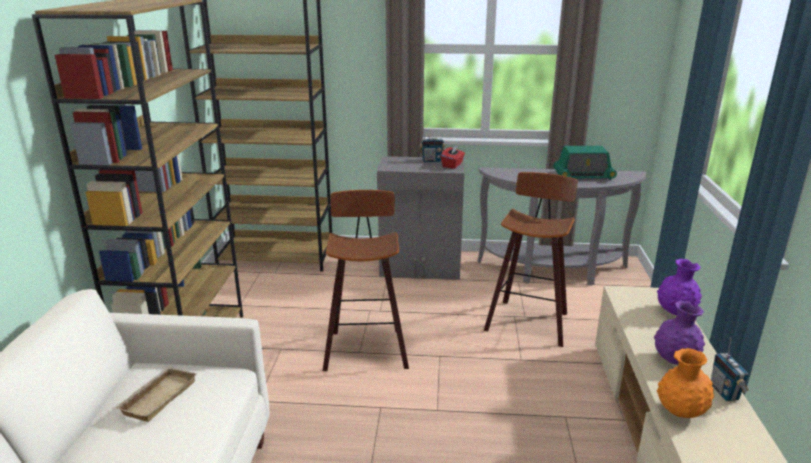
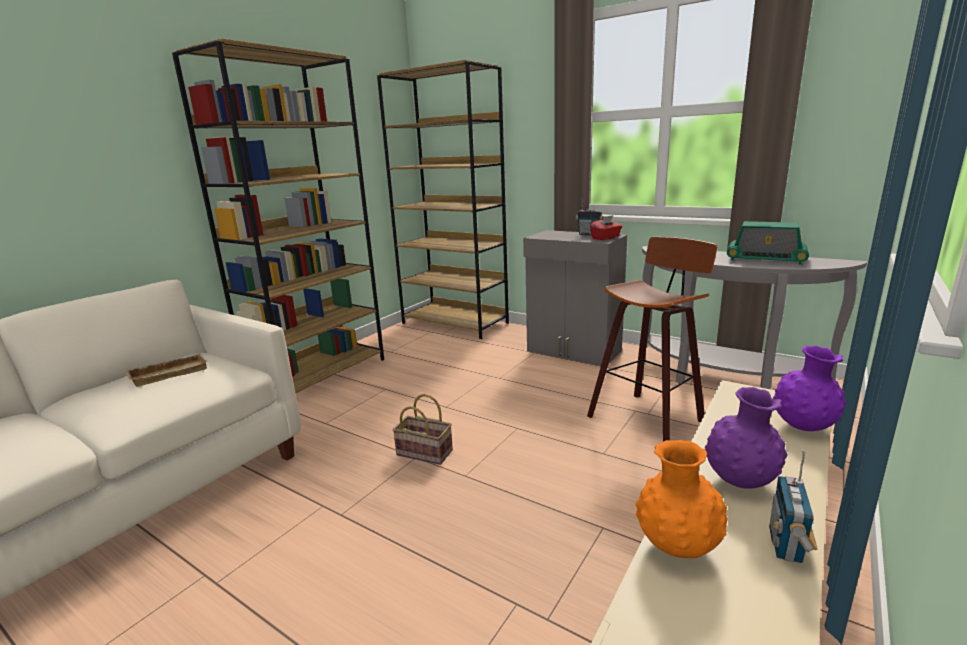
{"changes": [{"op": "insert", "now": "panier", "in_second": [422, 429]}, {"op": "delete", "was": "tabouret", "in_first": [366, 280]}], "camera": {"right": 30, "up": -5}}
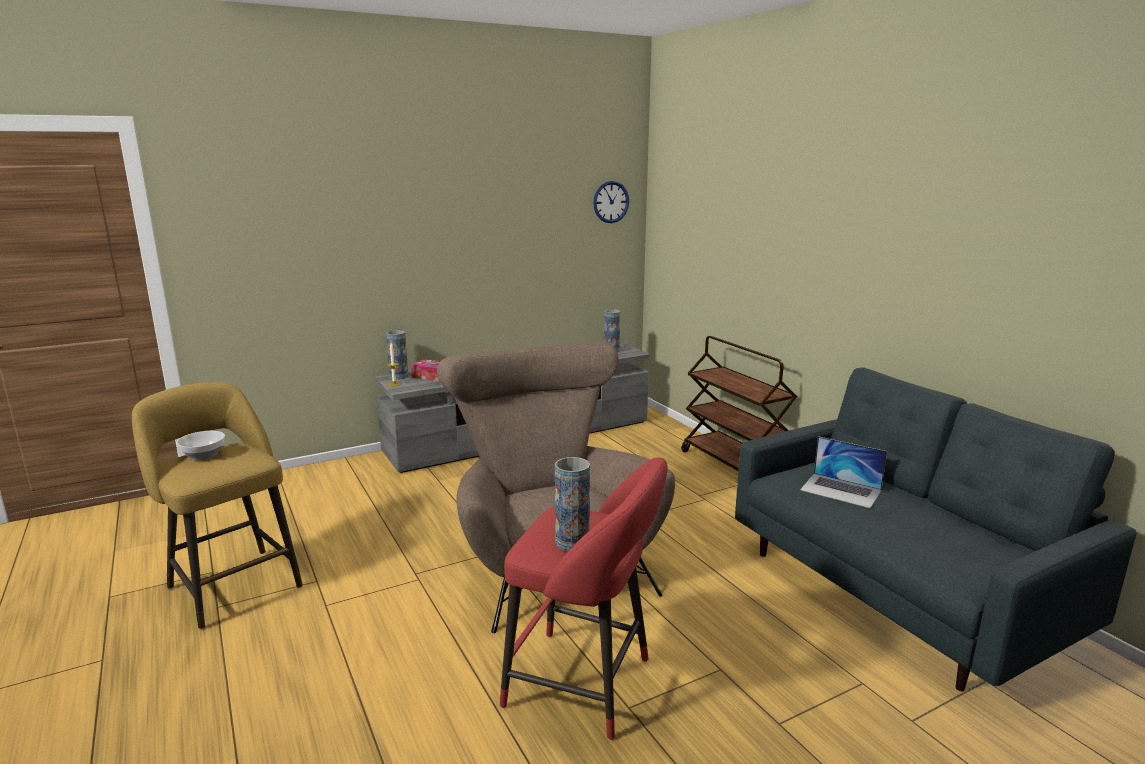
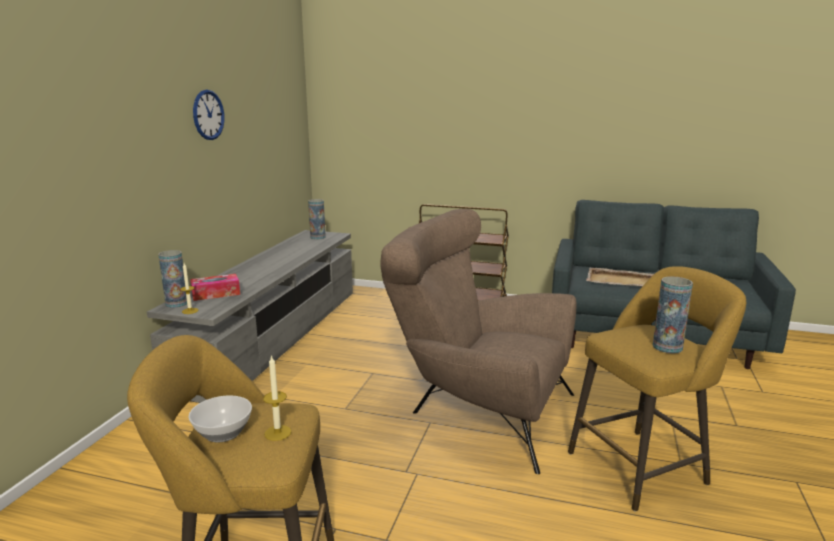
{"changes": [{"op": "move", "was": "horloge murale", "in_first": [611, 202], "in_second": [208, 115]}, {"op": "insert", "now": "bougie", "in_second": [277, 398]}, {"op": "recolor", "was": "tabouret (rouge)", "now": "tabouret (jaune)", "in_first": [584, 598], "in_second": [657, 389]}, {"op": "replace", "was": "ordinateur portable", "now": "plateau (beige)", "in_first": [843, 472], "in_second": [620, 277]}], "camera": {"right": -45, "up": 0}}
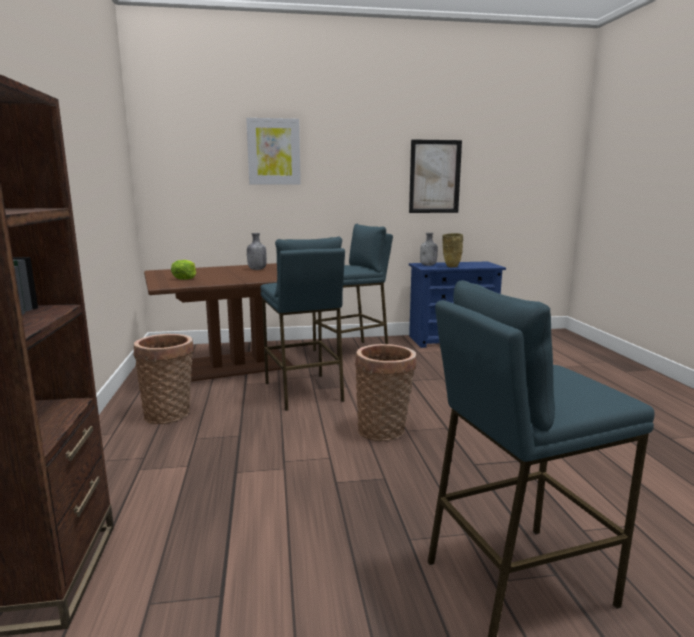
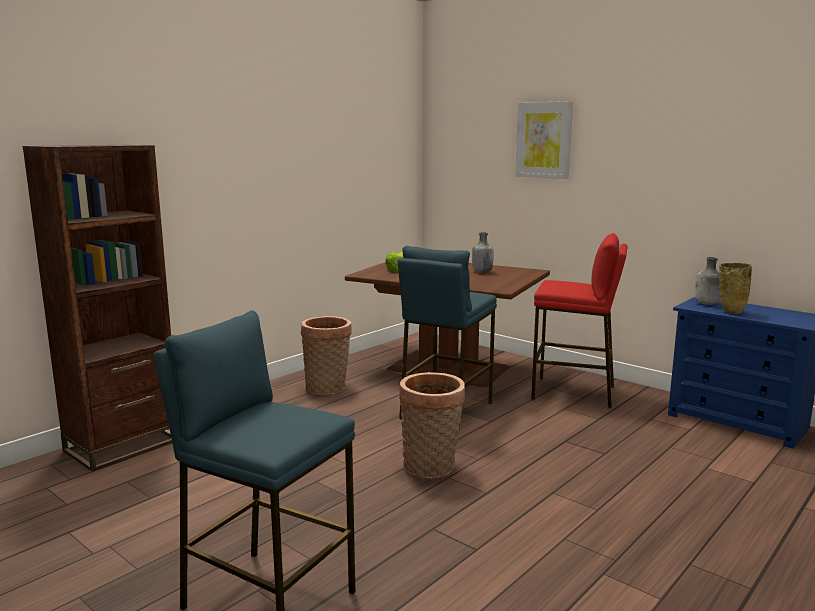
{"changes": [{"op": "recolor", "was": "tabouret (bleu)", "now": "tabouret (rouge)", "in_first": [353, 294], "in_second": [579, 320]}, {"op": "delete", "was": "tableau", "in_first": [435, 176]}], "camera": {"right": 50, "up": 0}}
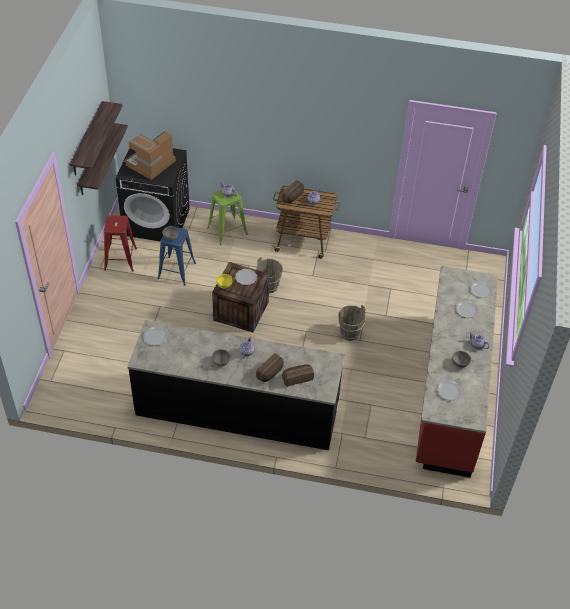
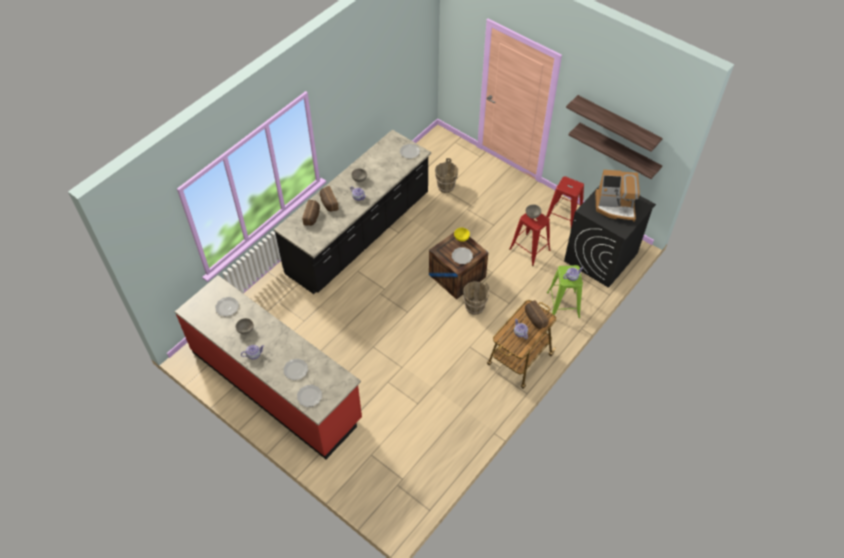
{"changes": [{"op": "move", "was": "seau (marron)", "in_first": [352, 323], "in_second": [446, 175]}, {"op": "recolor", "was": "tabouret (bleu)", "now": "tabouret (rouge)", "in_first": [176, 256], "in_second": [530, 239]}, {"op": "rotate", "was": "machine à café", "in_first": [150, 155], "in_second": [617, 196], "clockwise": 120}], "camera": {"right": 120, "up": 5}}
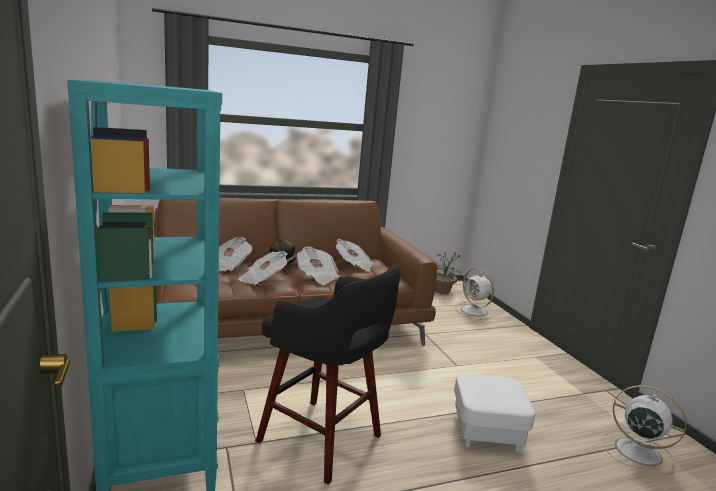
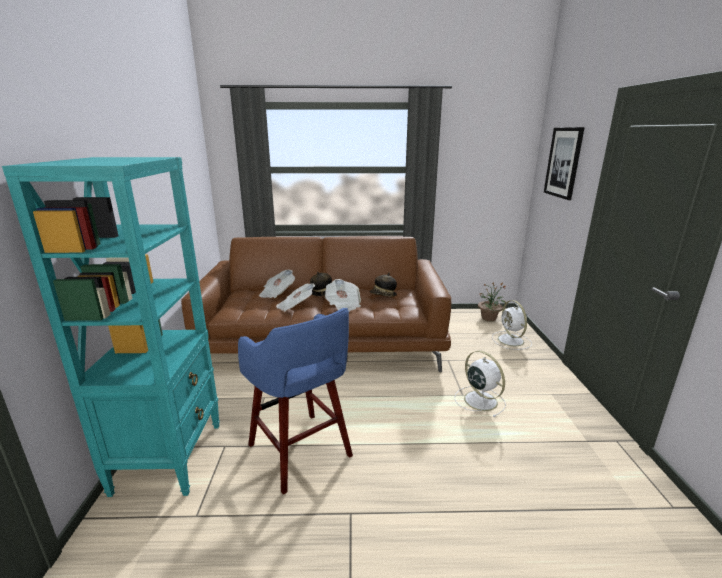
{"changes": [{"op": "recolor", "was": "tabouret (noir)", "now": "tabouret (bleu)", "in_first": [328, 374], "in_second": [295, 401]}, {"op": "replace", "was": "journal", "now": "chapeau", "in_first": [354, 255], "in_second": [383, 285]}, {"op": "move", "was": "ventilateur (blanc)", "in_first": [645, 429], "in_second": [480, 384]}, {"op": "insert", "now": "tableau", "in_second": [564, 163]}, {"op": "delete", "was": "pouf (blanc)", "in_first": [495, 412]}], "camera": {"right": 20, "up": 5}}
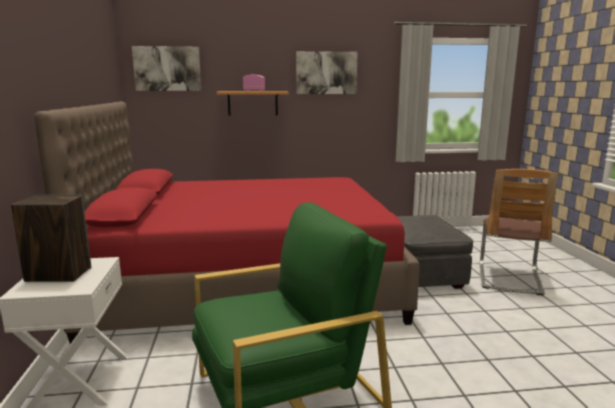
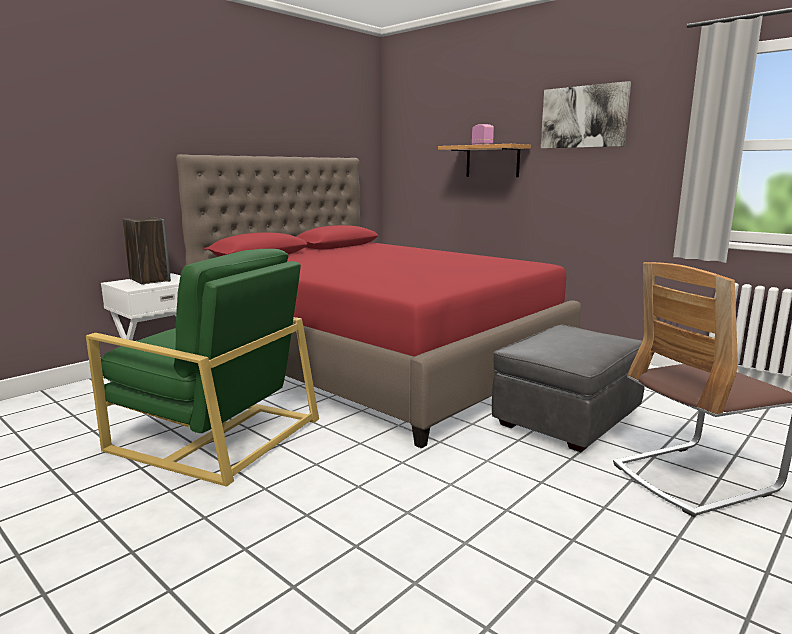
{"changes": [{"op": "delete", "was": "tableau", "in_first": [166, 68]}], "camera": {"right": 50, "up": 0}}
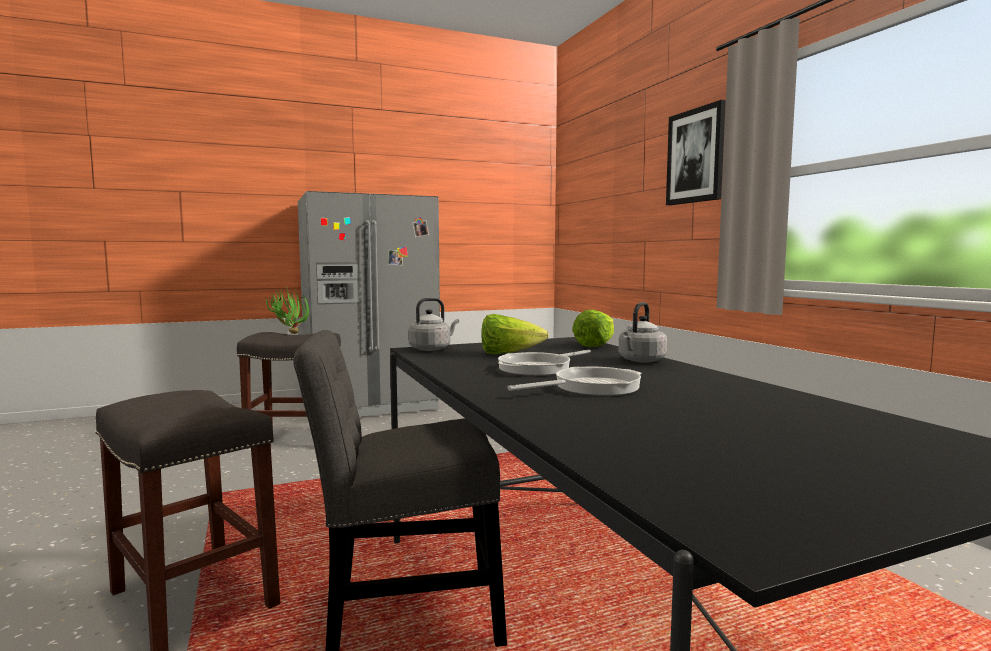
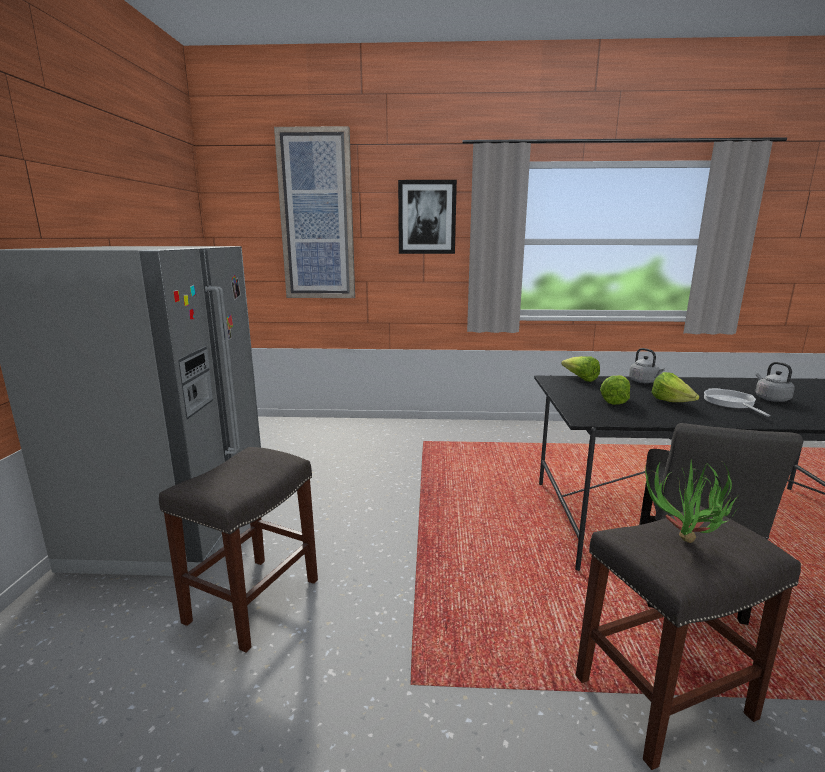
{"changes": [{"op": "insert", "now": "tableau", "in_second": [314, 212]}, {"op": "move", "was": "plante en pot", "in_first": [287, 310], "in_second": [692, 501]}, {"op": "replace", "was": "poêle", "now": "laitue", "in_first": [544, 363], "in_second": [676, 387]}, {"op": "move", "was": "bouilloire (gris)", "in_first": [433, 324], "in_second": [775, 382]}], "camera": {"right": -65, "up": 10}}
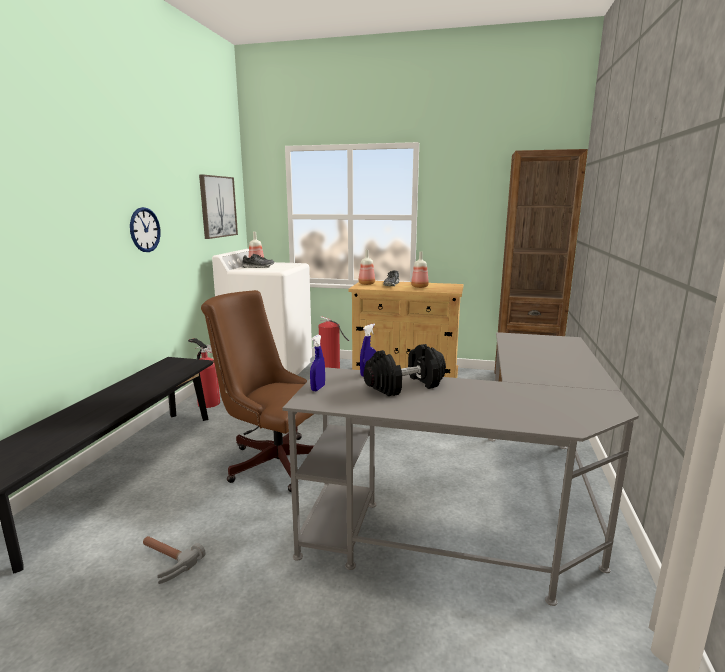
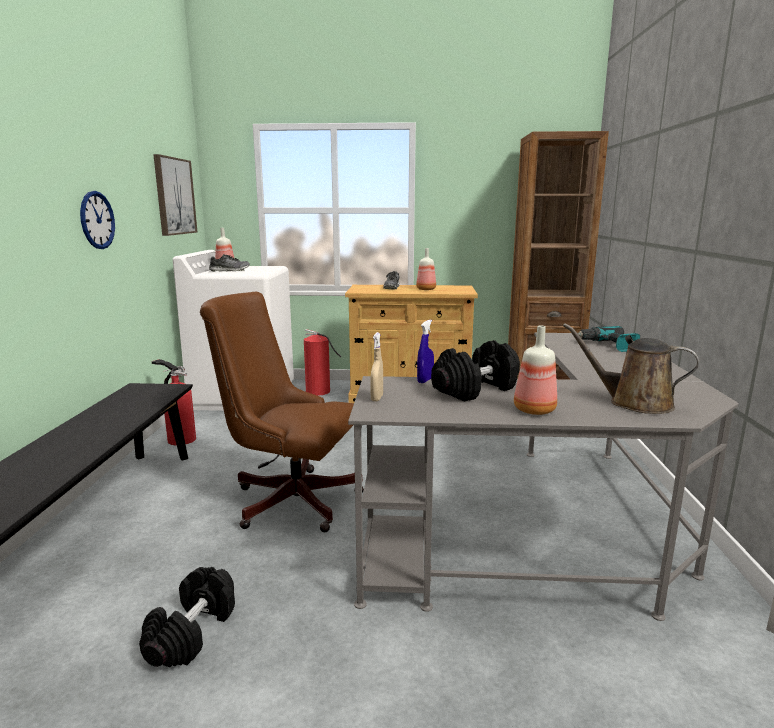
{"changes": [{"op": "replace", "was": "marteau", "now": "haltère (noir)", "in_first": [174, 560], "in_second": [187, 617]}, {"op": "recolor", "was": "vaporisateur (bleu)", "now": "vaporisateur (beige)", "in_first": [317, 363], "in_second": [376, 366]}, {"op": "move", "was": "bouteille", "in_first": [367, 267], "in_second": [535, 370]}, {"op": "insert", "now": "arrosoir (marron)", "in_second": [631, 368]}, {"op": "insert", "now": "perceuse", "in_second": [609, 339]}], "camera": {"right": -10, "up": 0}}
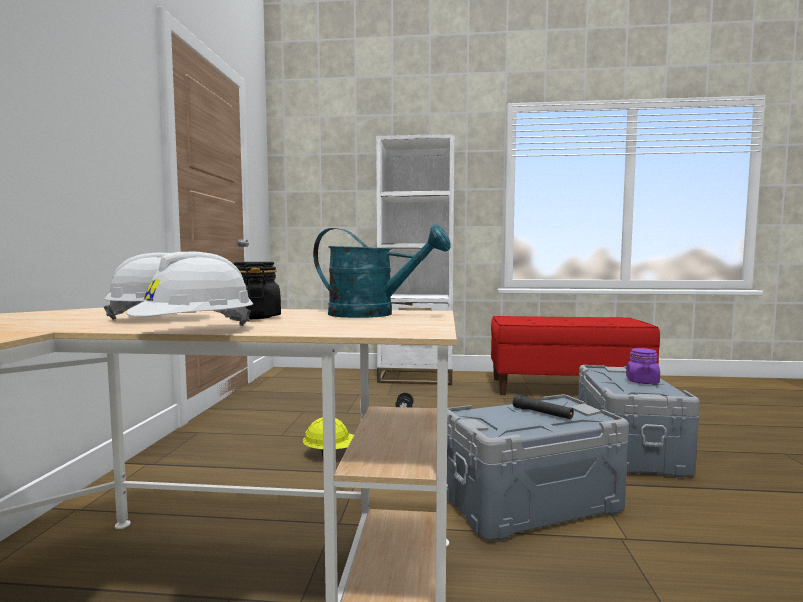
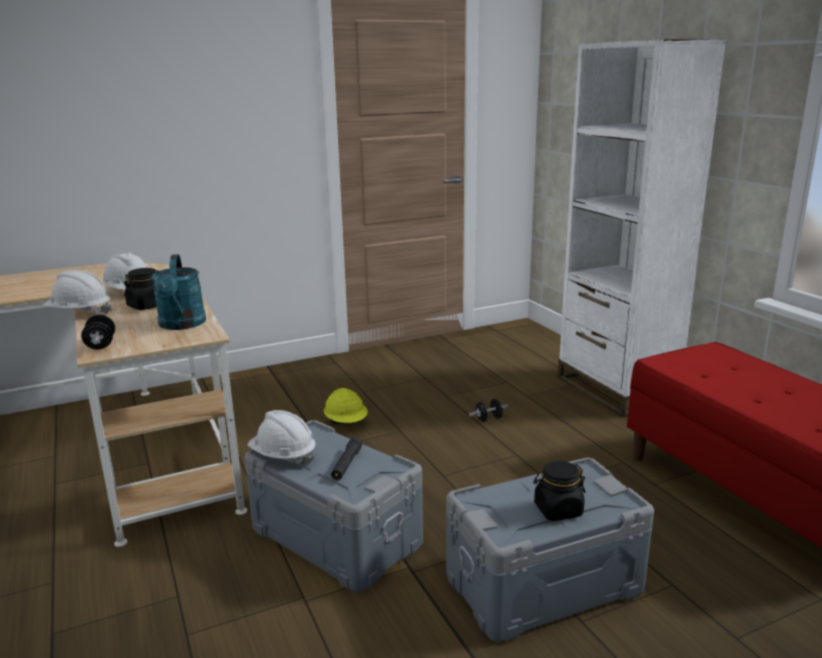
{"changes": [{"op": "insert", "now": "haltère (noir)", "in_second": [98, 332]}, {"op": "insert", "now": "casque de chantier (blanc)", "in_second": [282, 437]}, {"op": "recolor", "was": "bocal (violet)", "now": "bocal (noir)", "in_first": [643, 366], "in_second": [559, 491]}], "camera": {"right": 60, "up": 15}}
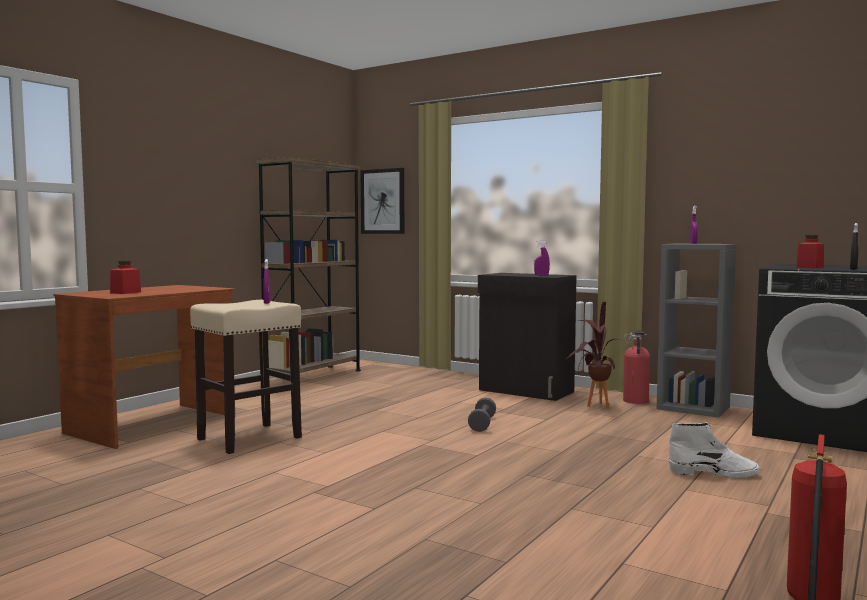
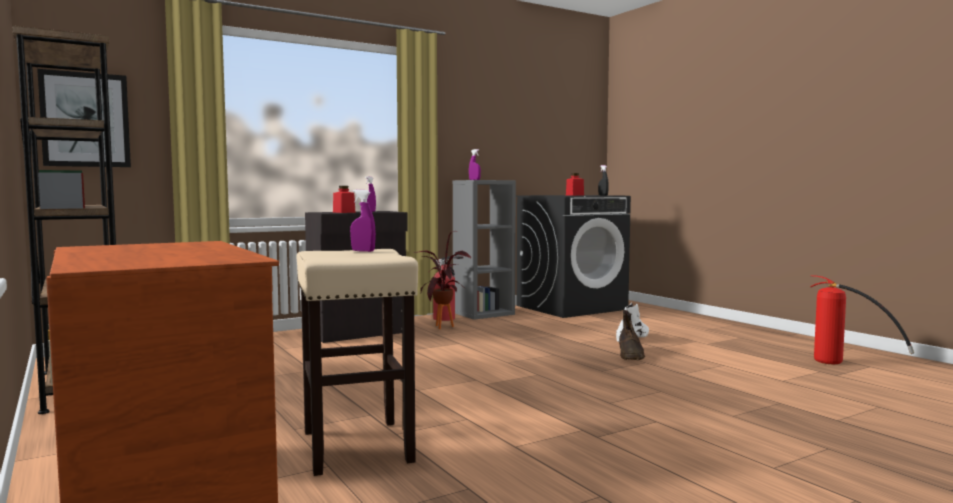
{"changes": [{"op": "move", "was": "bocal (rouge)", "in_first": [125, 277], "in_second": [344, 199]}, {"op": "insert", "now": "botte (marron)", "in_second": [632, 335]}, {"op": "delete", "was": "haltère (gris)", "in_first": [482, 414]}], "camera": {"right": -65, "up": 0}}
